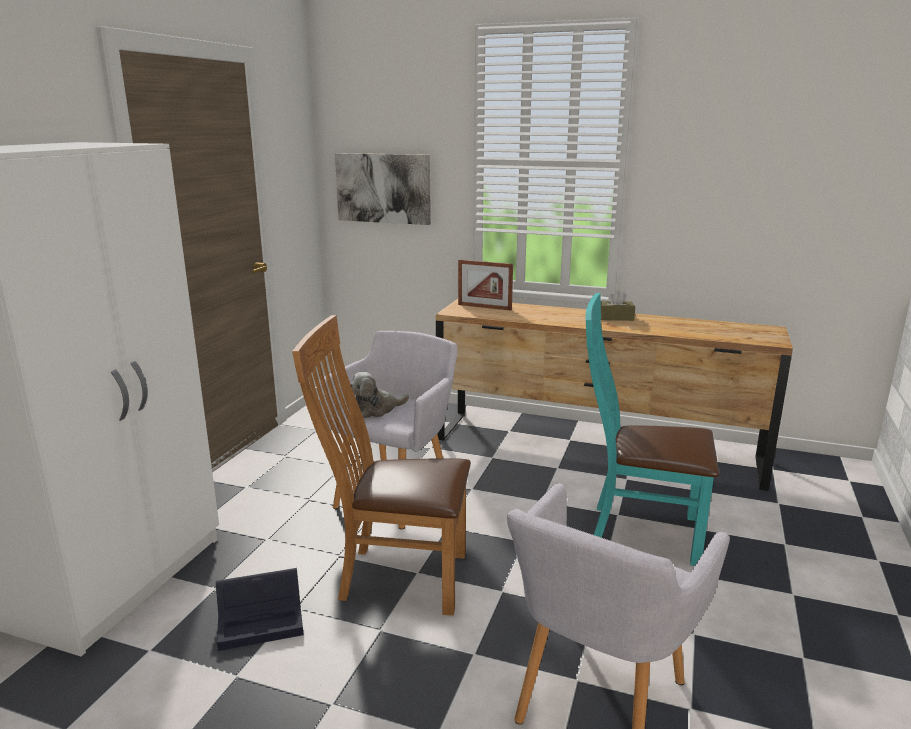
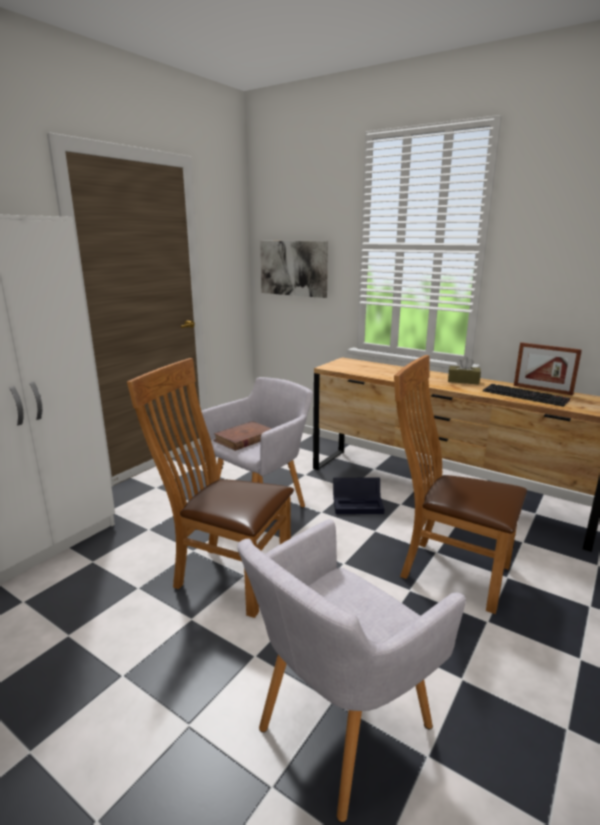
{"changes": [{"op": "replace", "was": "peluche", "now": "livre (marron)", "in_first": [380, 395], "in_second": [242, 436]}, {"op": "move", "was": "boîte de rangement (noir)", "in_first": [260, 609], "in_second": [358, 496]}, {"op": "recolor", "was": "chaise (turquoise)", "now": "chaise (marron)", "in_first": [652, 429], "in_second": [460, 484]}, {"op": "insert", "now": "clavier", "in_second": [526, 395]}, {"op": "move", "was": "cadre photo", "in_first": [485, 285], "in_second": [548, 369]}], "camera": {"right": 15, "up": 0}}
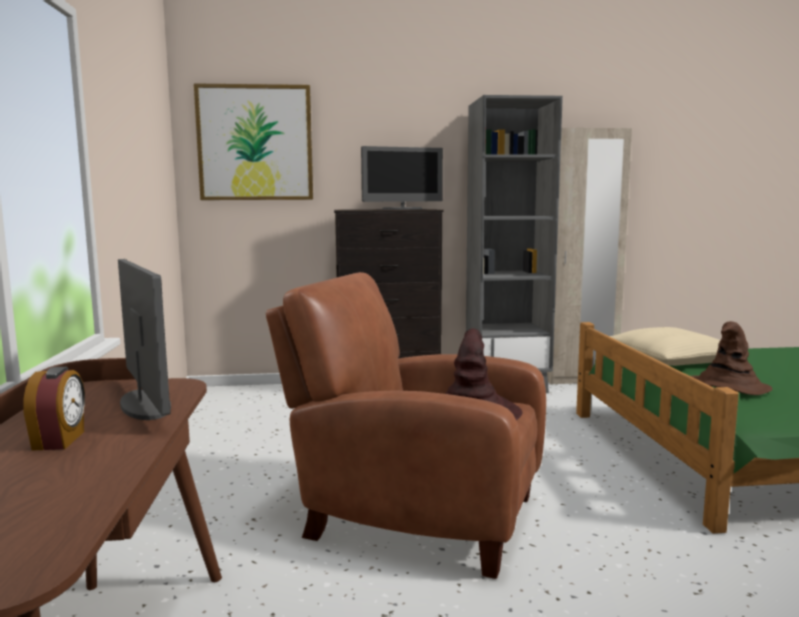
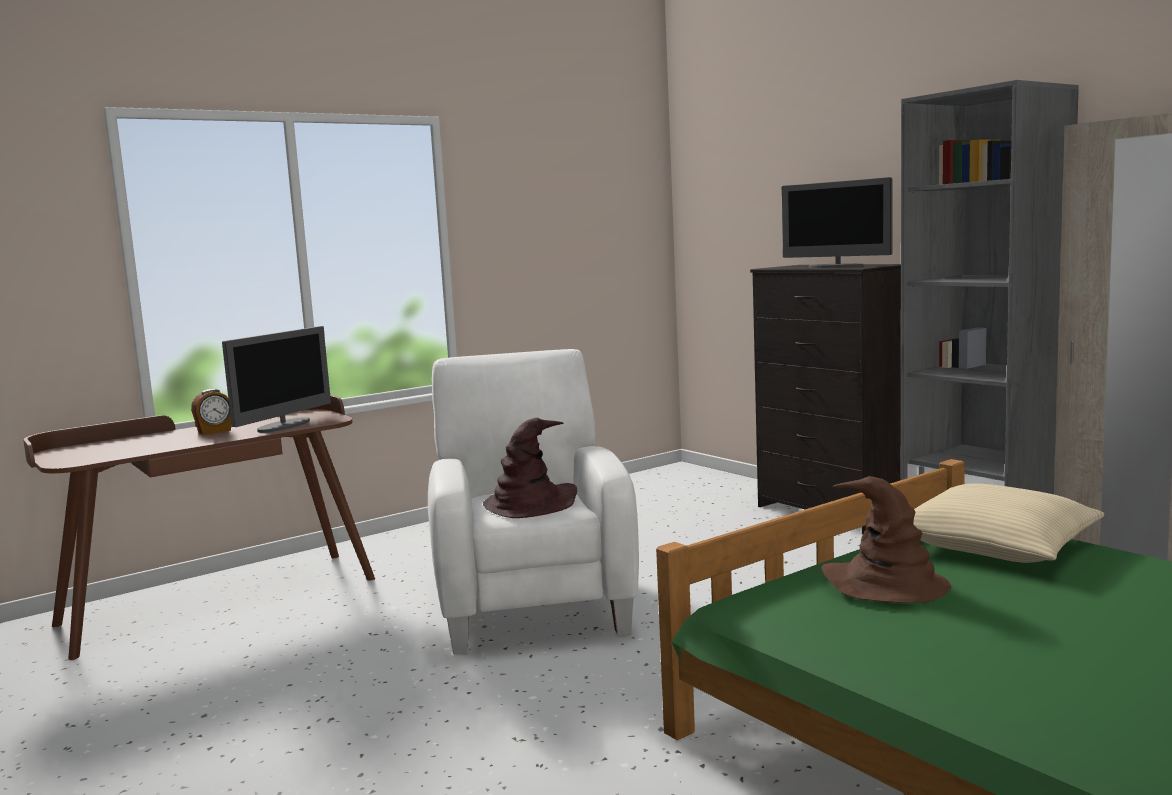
{"changes": [{"op": "recolor", "was": "fauteuil (marron)", "now": "fauteuil (blanc)", "in_first": [406, 425], "in_second": [533, 501]}, {"op": "delete", "was": "tableau", "in_first": [253, 141]}], "camera": {"right": 60, "up": 0}}
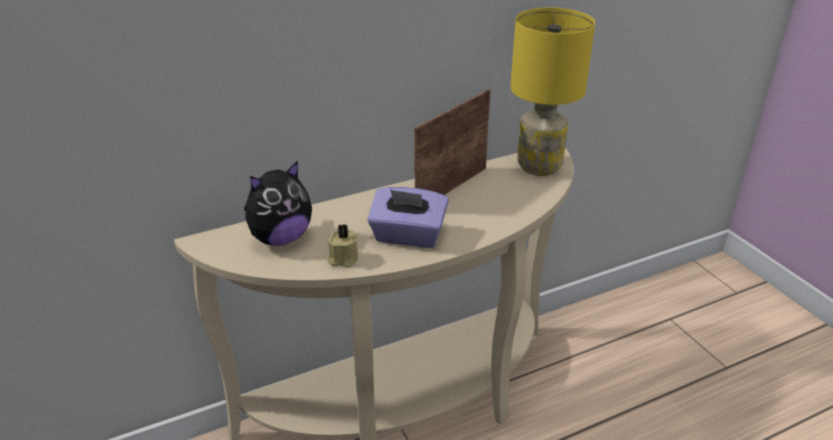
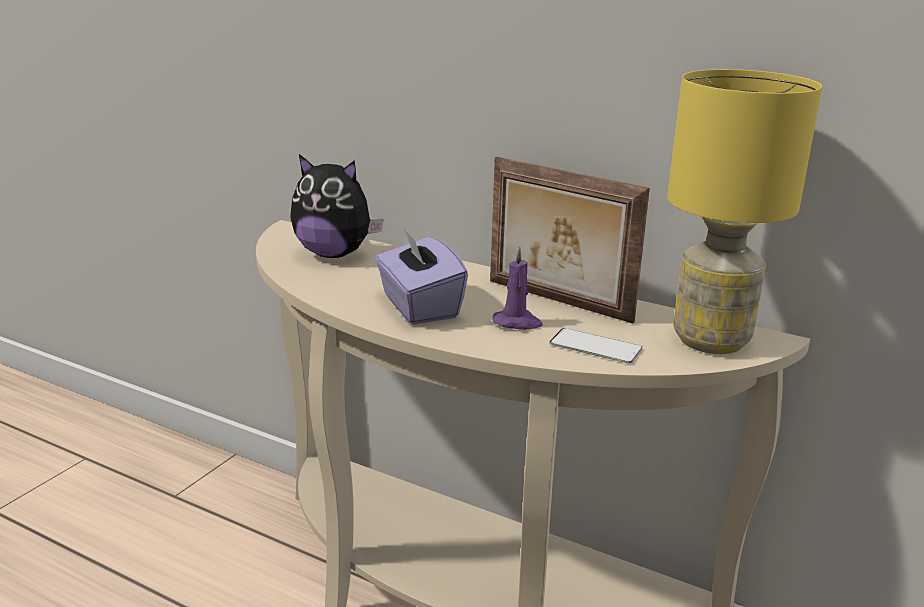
{"changes": [{"op": "rotate", "was": "cadre photo", "in_first": [453, 142], "in_second": [570, 240], "clockwise": -150}, {"op": "insert", "now": "bougie (violet)", "in_second": [518, 288]}, {"op": "insert", "now": "téléphone", "in_second": [596, 345]}, {"op": "delete", "was": "bougie (beige)", "in_first": [343, 246]}], "camera": {"right": 55, "up": -10}}
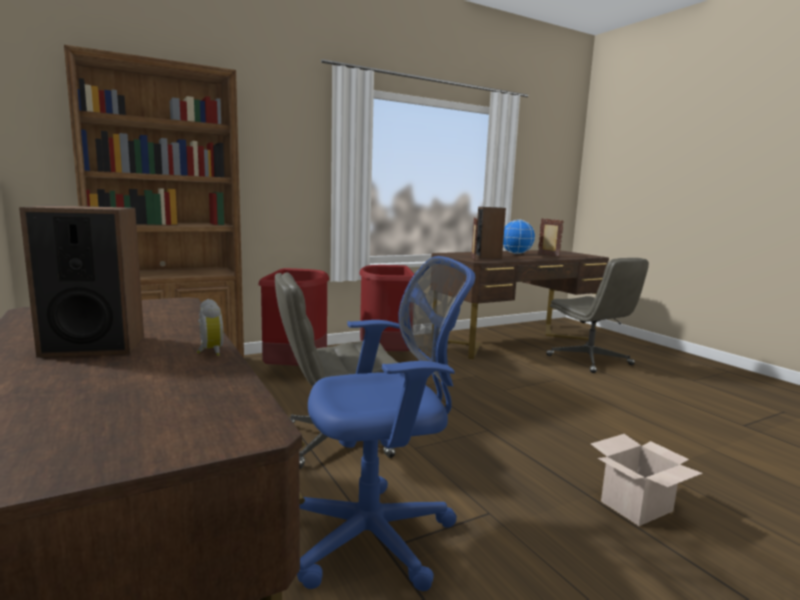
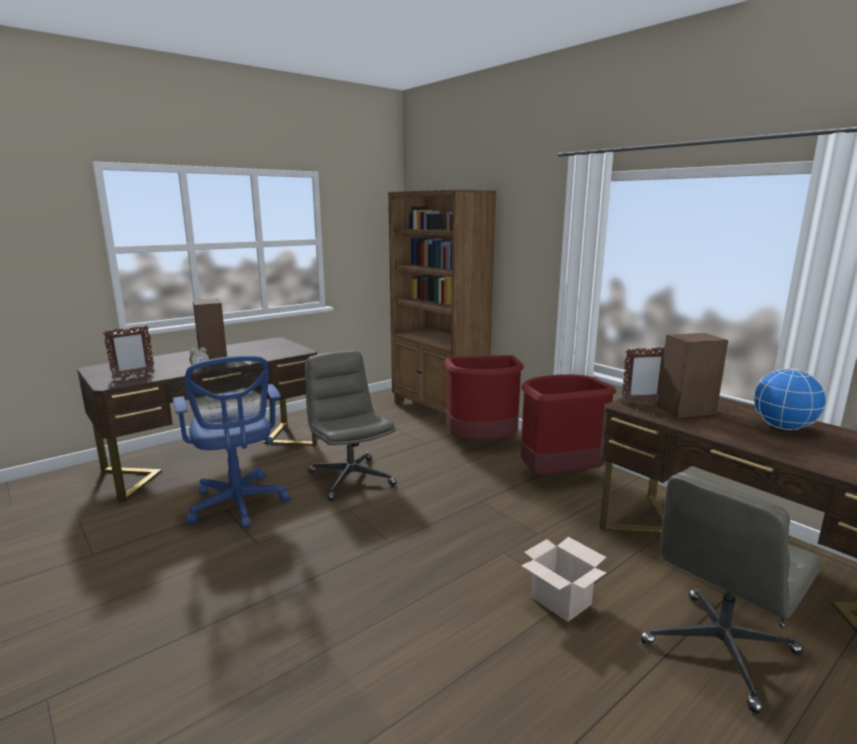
{"changes": [{"op": "move", "was": "cadre photo", "in_first": [551, 237], "in_second": [129, 352]}, {"op": "move", "was": "carton", "in_first": [647, 480], "in_second": [563, 579]}], "camera": {"right": 80, "up": 5}}
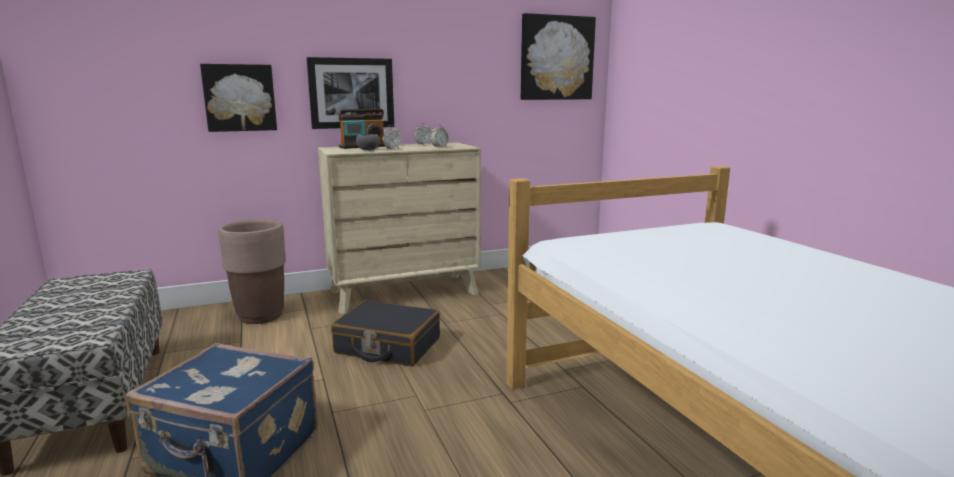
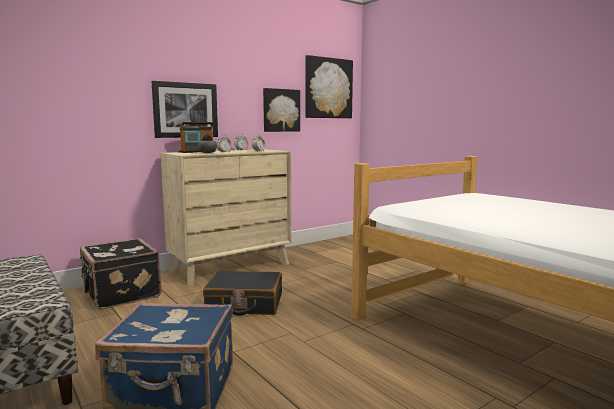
{"changes": [{"op": "replace", "was": "cache-pot (marron)", "now": "valise (noir)", "in_first": [252, 271], "in_second": [120, 273]}, {"op": "move", "was": "tableau", "in_first": [238, 98], "in_second": [281, 110]}], "camera": {"right": -15, "up": -5}}
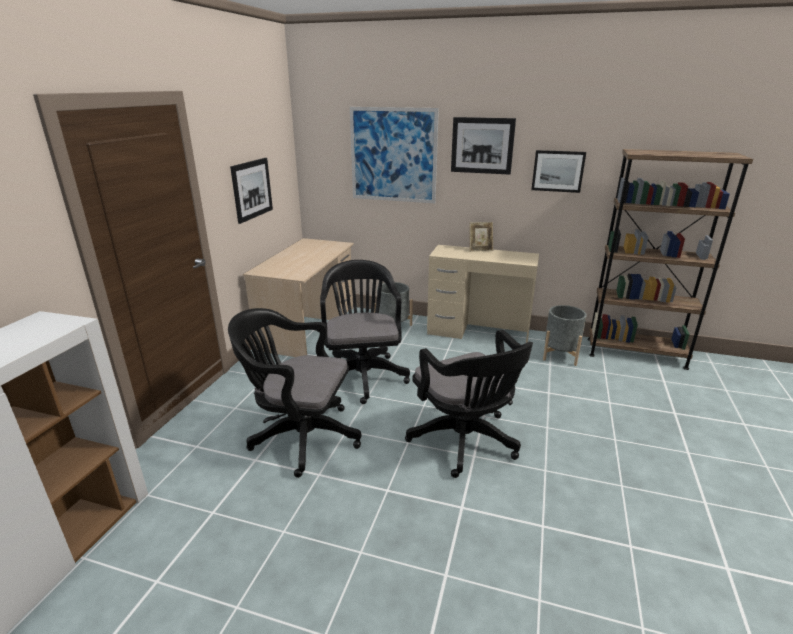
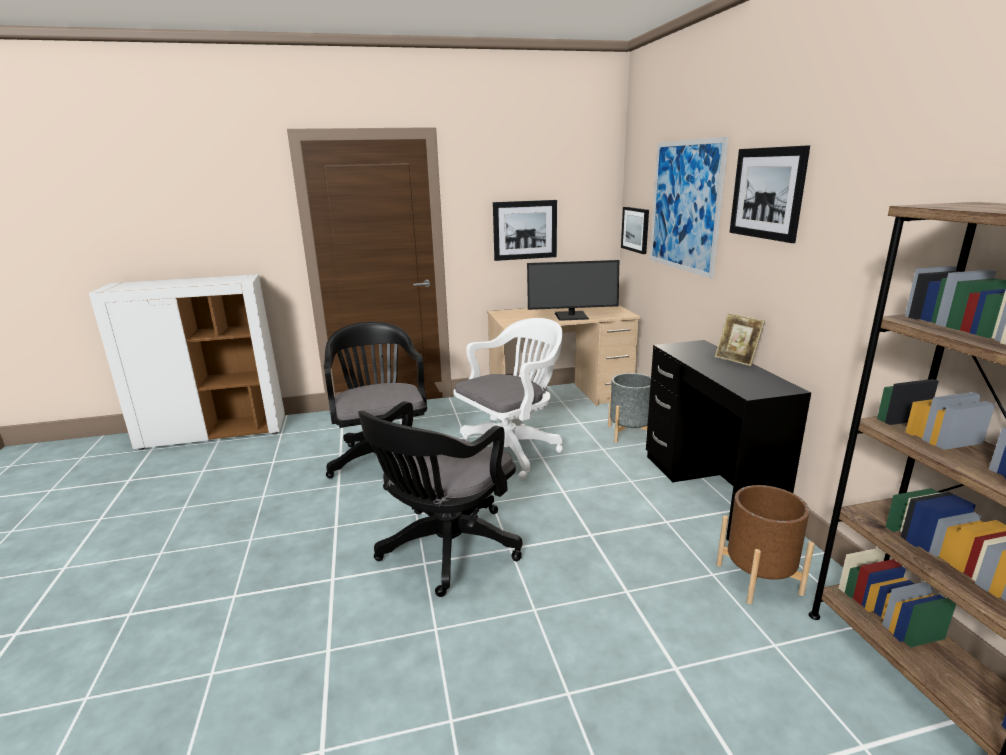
{"changes": [{"op": "recolor", "was": "chaise de bureau (noir)", "now": "chaise de bureau (blanc)", "in_first": [365, 332], "in_second": [508, 399]}, {"op": "insert", "now": "écran d'ordinateur", "in_second": [573, 290]}, {"op": "move", "was": "tableau", "in_first": [558, 171], "in_second": [635, 230]}, {"op": "recolor", "was": "bureau (beige)", "now": "bureau (noir)", "in_first": [483, 294], "in_second": [728, 440]}, {"op": "recolor", "was": "cache-pot (gris)", "now": "cache-pot (marron)", "in_first": [565, 335], "in_second": [765, 544]}], "camera": {"right": 60, "up": -5}}
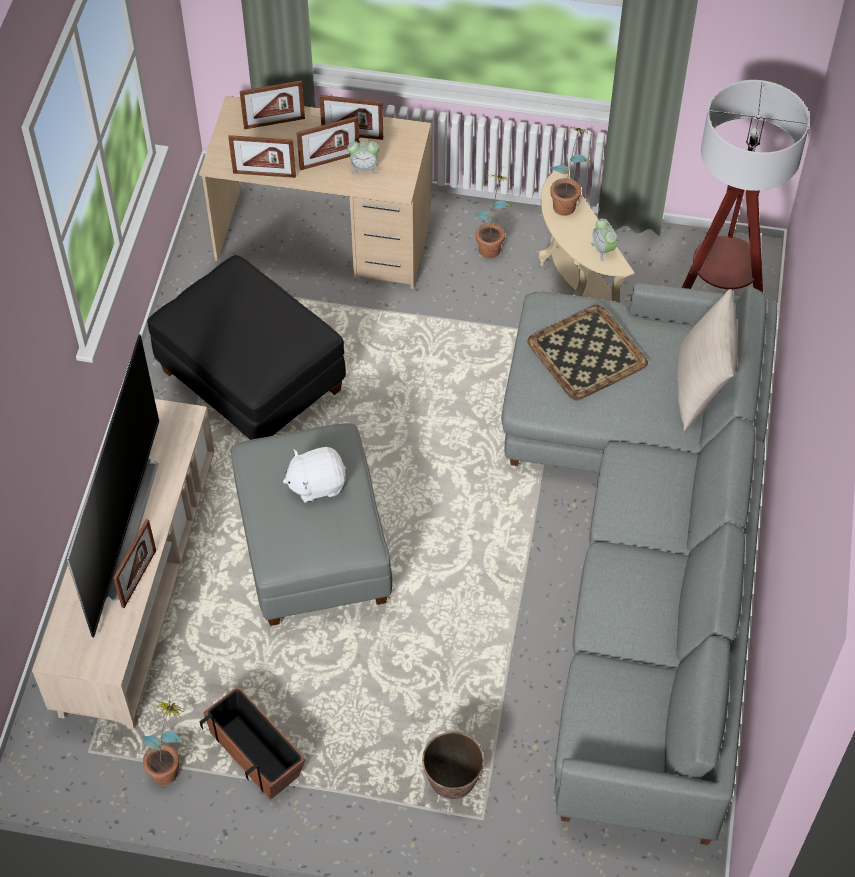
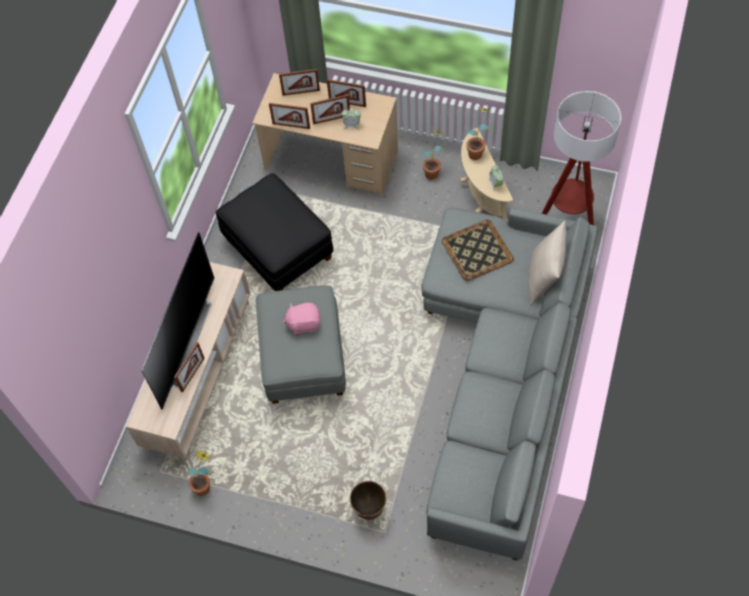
{"changes": [{"op": "recolor", "was": "peluche (blanc)", "now": "peluche (rose)", "in_first": [314, 475], "in_second": [302, 319]}, {"op": "delete", "was": "cache-pot", "in_first": [253, 743]}], "camera": {"right": 10, "up": 5}}
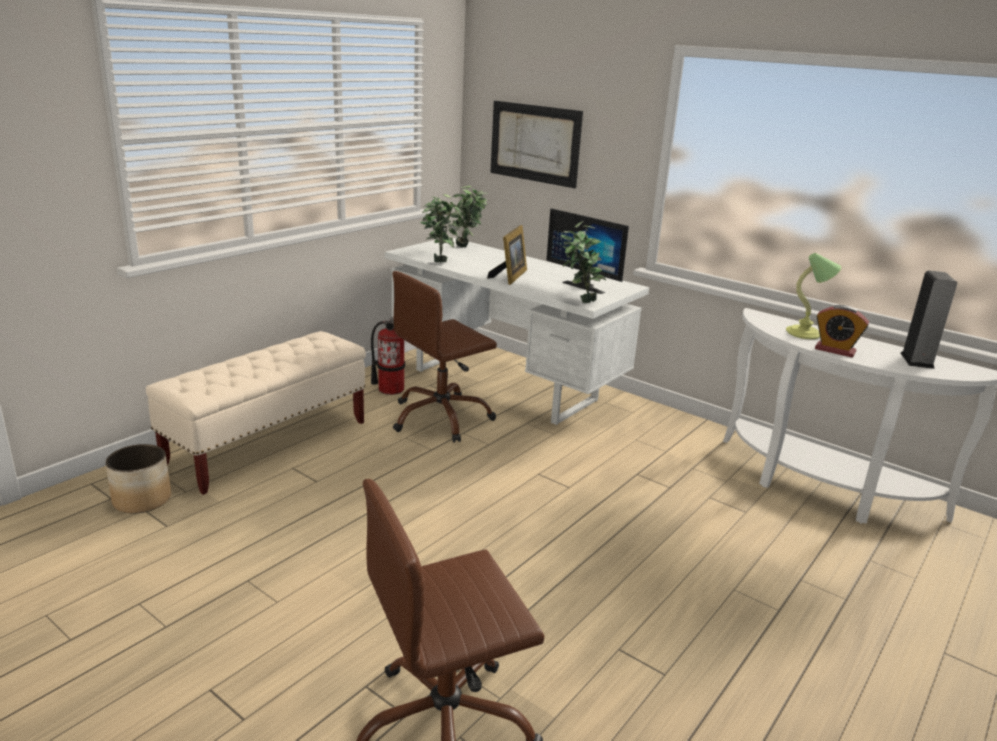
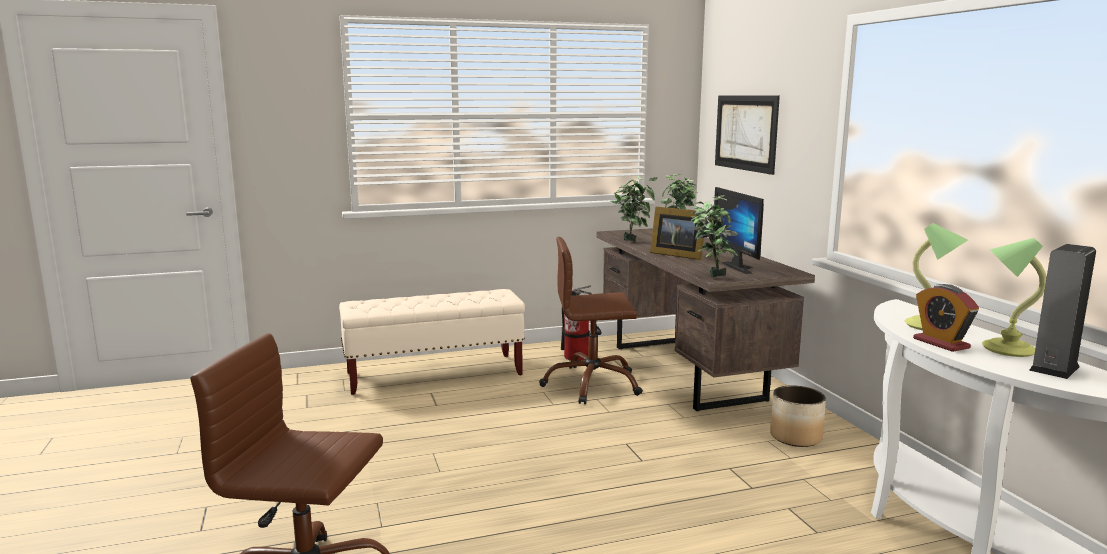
{"changes": [{"op": "recolor", "was": "bureau (blanc)", "now": "bureau (marron)", "in_first": [517, 331], "in_second": [706, 319]}, {"op": "rotate", "was": "cadre photo", "in_first": [507, 255], "in_second": [678, 233], "clockwise": 75}, {"op": "move", "was": "cache-pot", "in_first": [138, 479], "in_second": [798, 416]}, {"op": "insert", "now": "lampe de table", "in_second": [1014, 297]}], "camera": {"right": 35, "up": -10}}
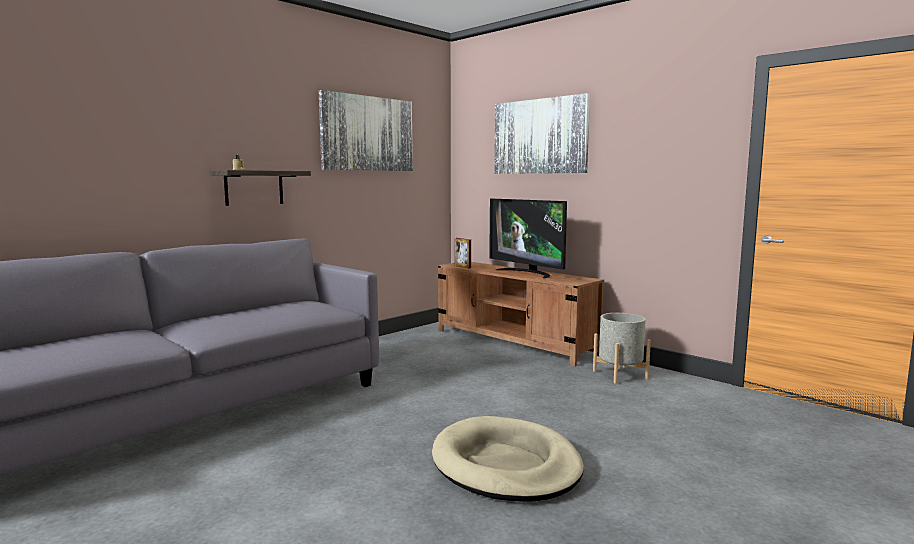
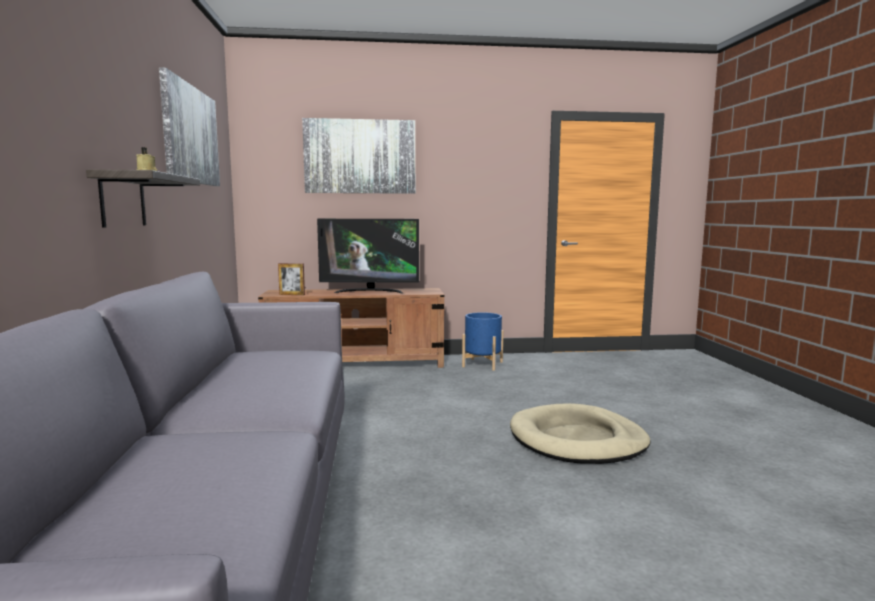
{"changes": [{"op": "recolor", "was": "cache-pot (gris)", "now": "cache-pot (bleu)", "in_first": [622, 348], "in_second": [483, 341]}], "camera": {"right": -50, "up": 0}}
